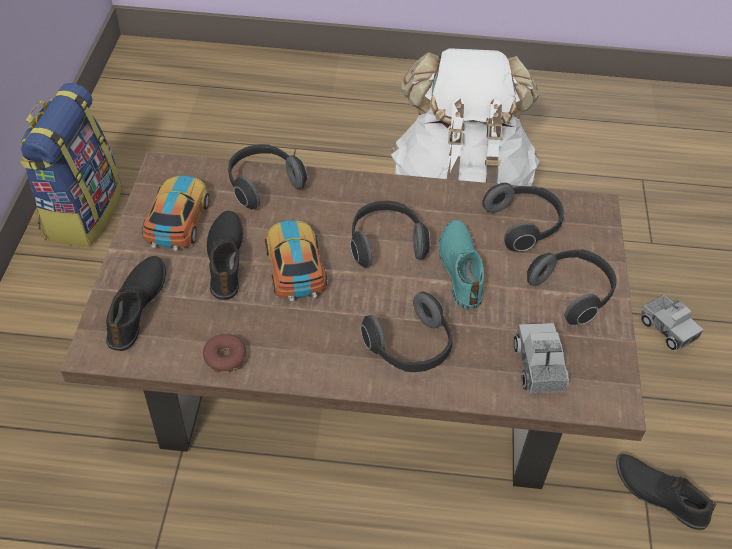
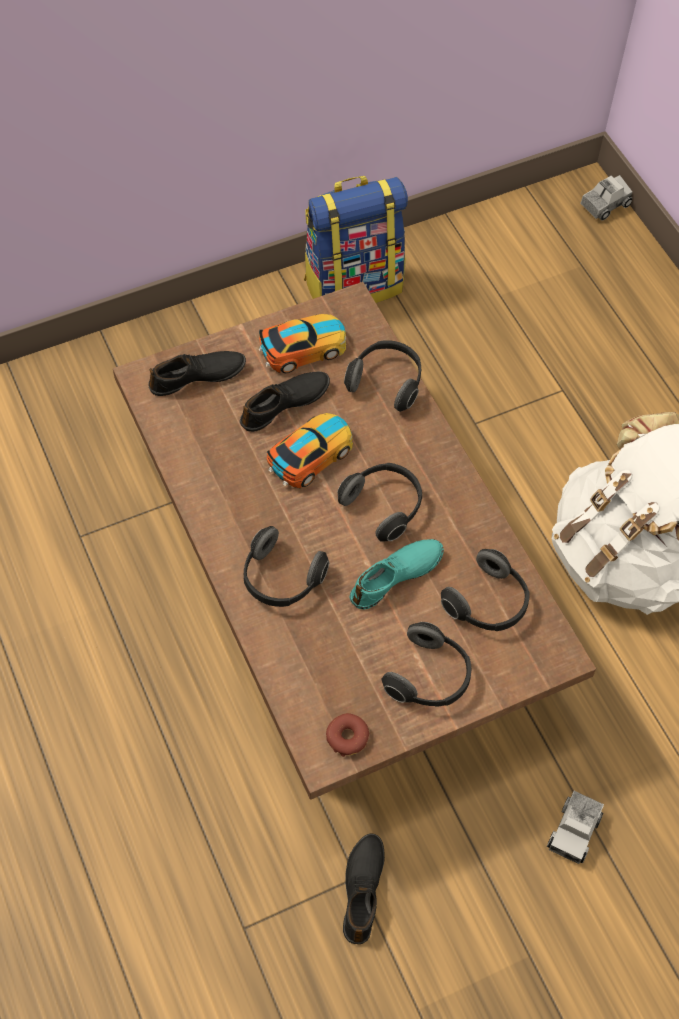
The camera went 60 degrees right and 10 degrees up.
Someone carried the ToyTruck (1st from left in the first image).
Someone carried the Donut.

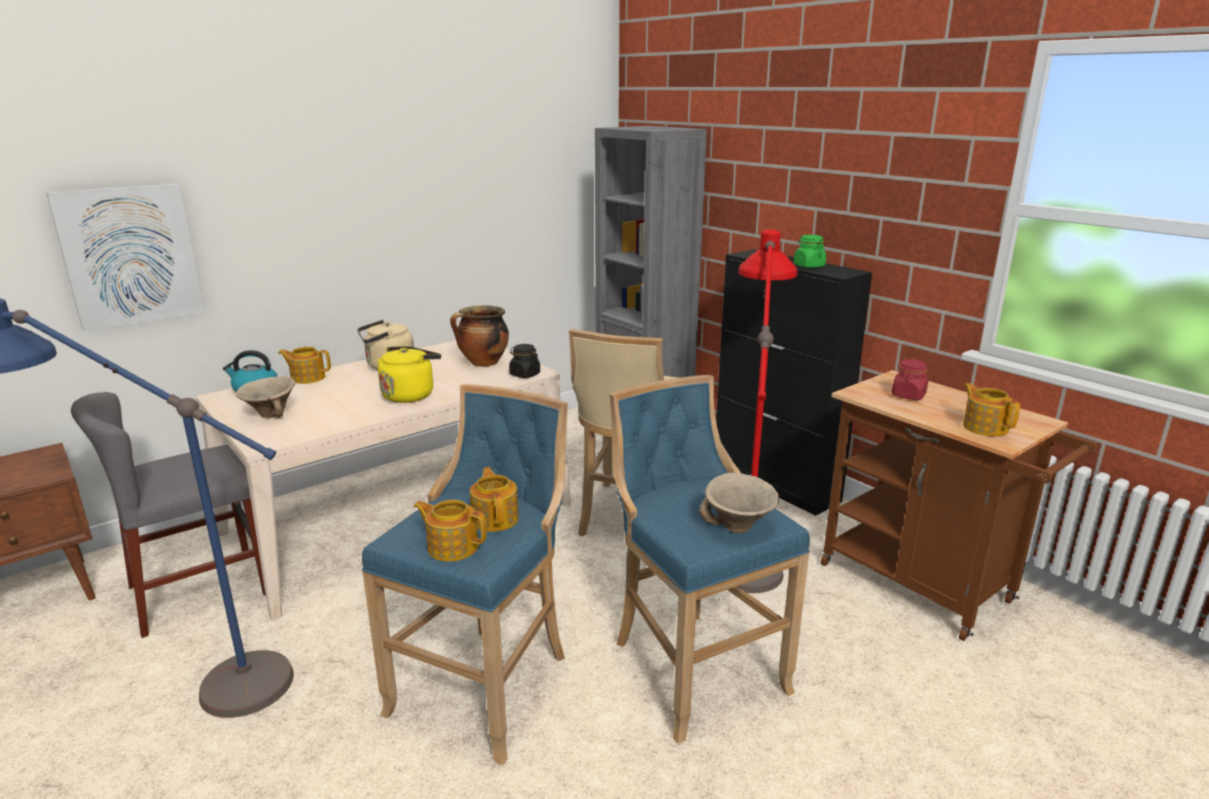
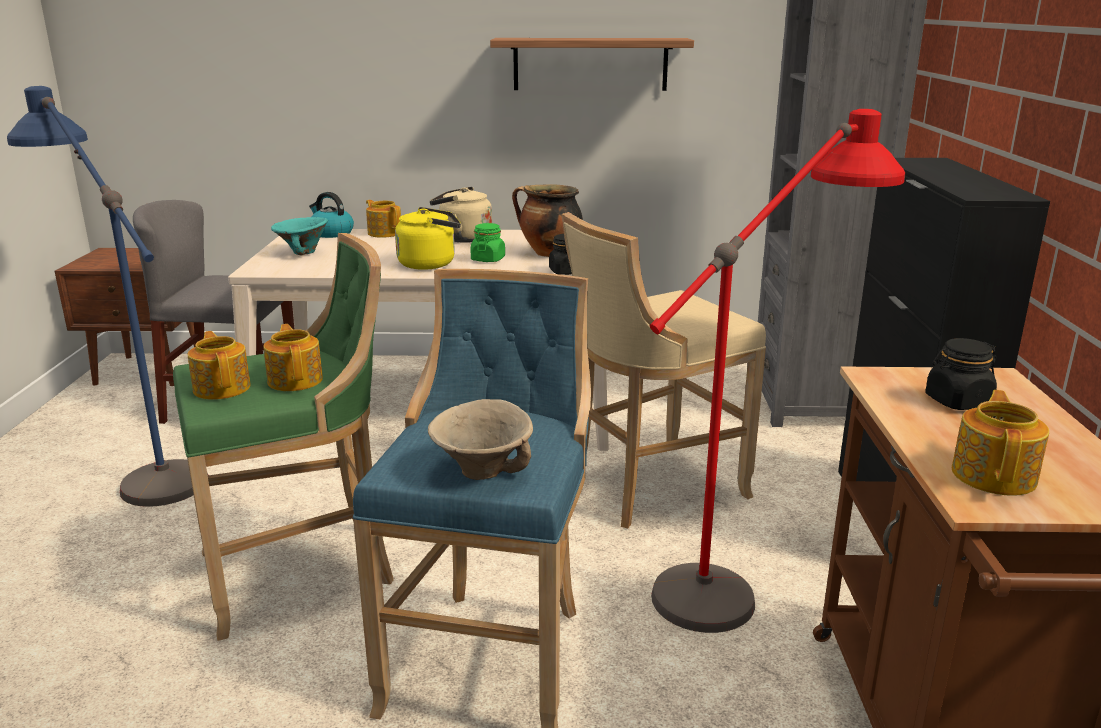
The camera went 40 degrees right and 0 degrees up.
Someone took away the Picture.
Someone carried the GreenJar.
Someone repainted the RedJar, which became the BlackJar (2nd from left).
Someone repainted the BeigeBowl (1st from left), which became the TurquoiseBowl.
Someone repainted the BlueStool (1st from left), which became the GreenStool.
Someone rotated the Teapot (3rd from left in the first image) by 45 degrees counterclockwise.
Someone put up the Shelf.

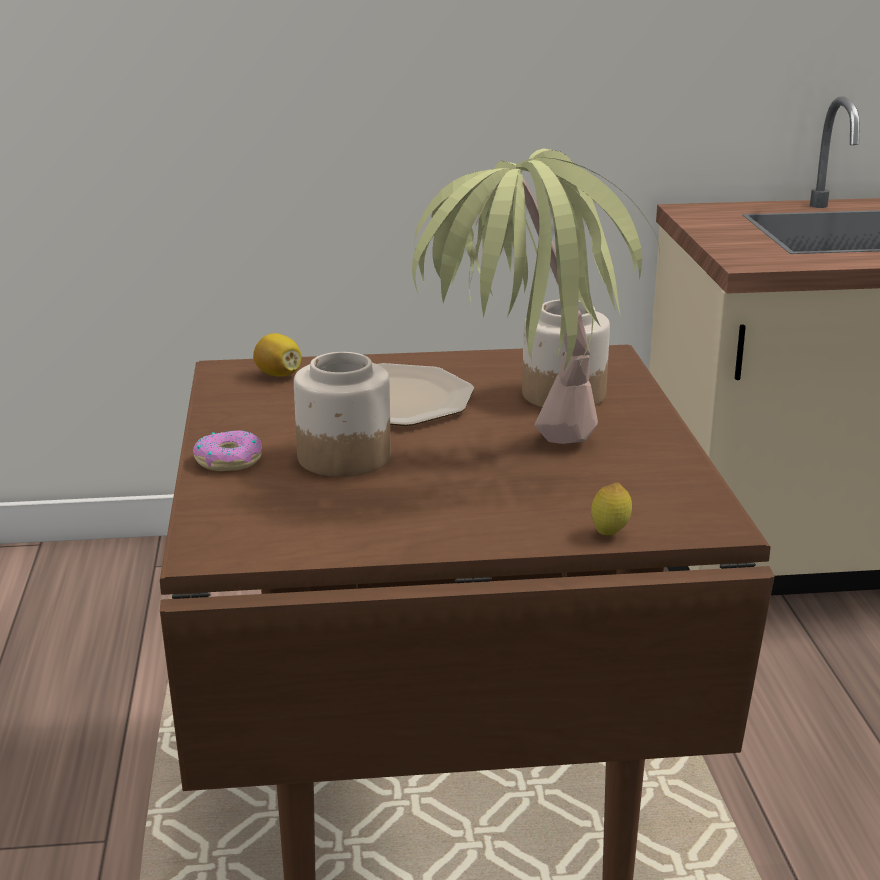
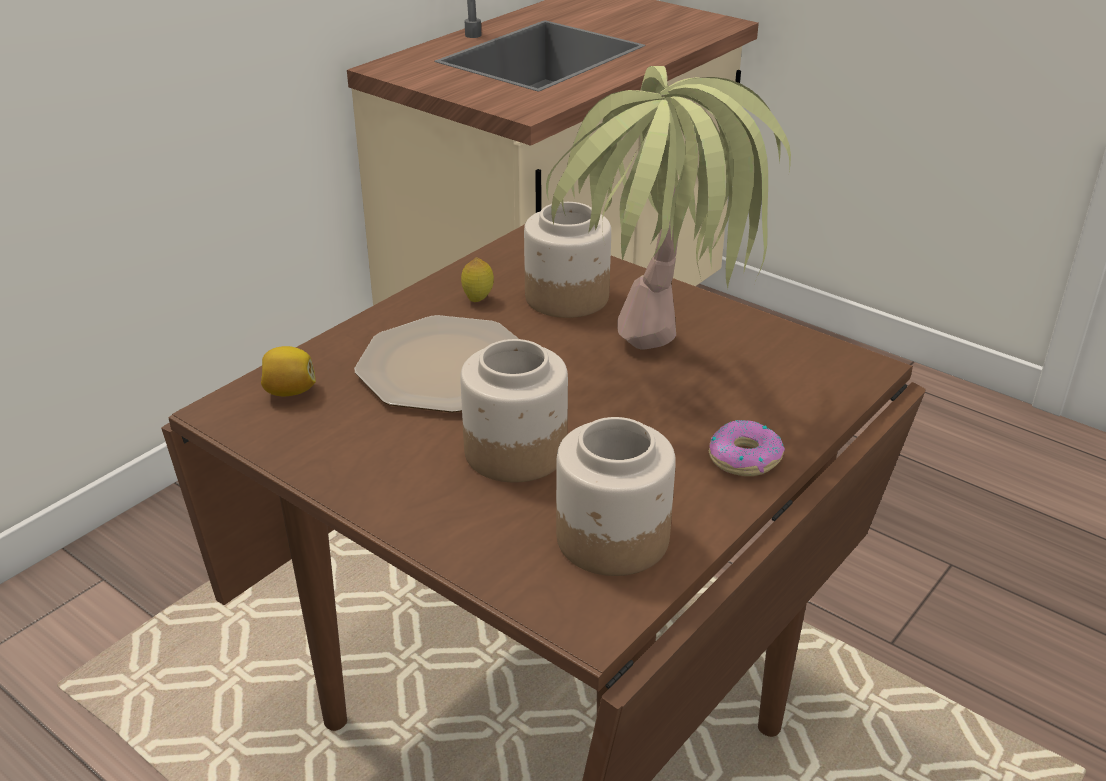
The camera went 45 degrees left and 10 degrees up.
Someone carried the Donut.
Someone carried the Lemon (2nd from left).
Someone put down the Jar (3rd from left).

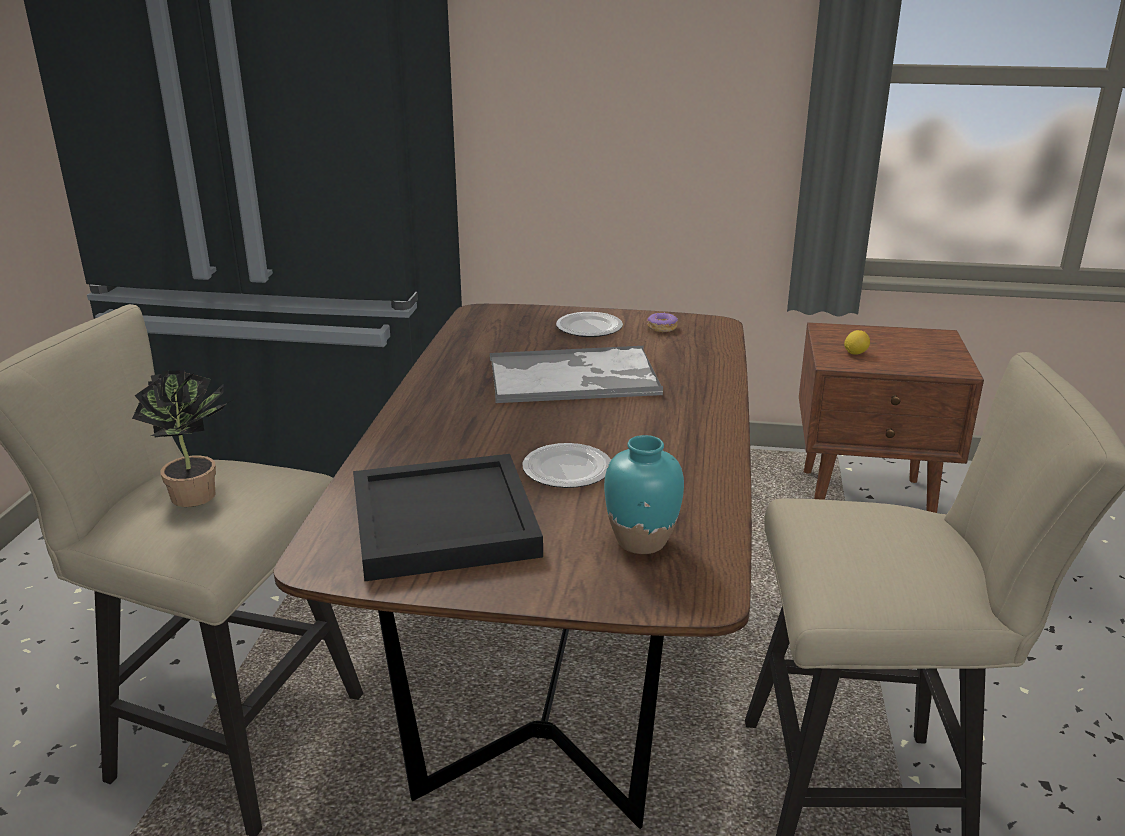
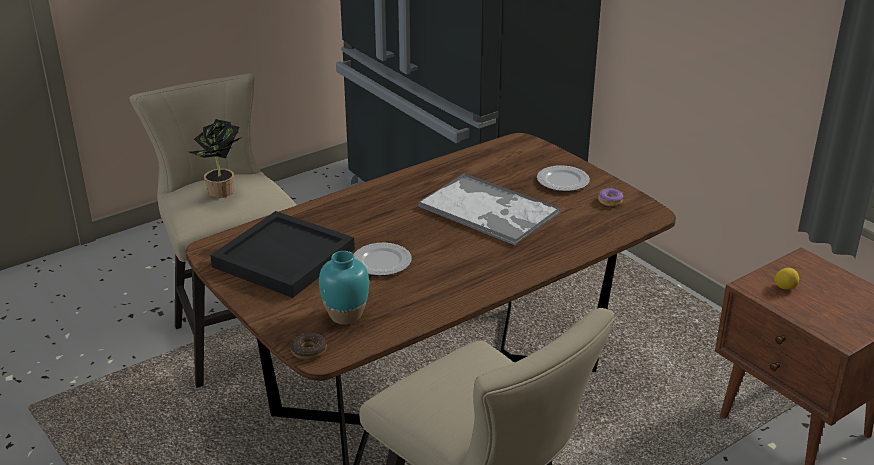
The camera went 45 degrees right and 5 degrees up.
Someone put down the Donut (1st from left).

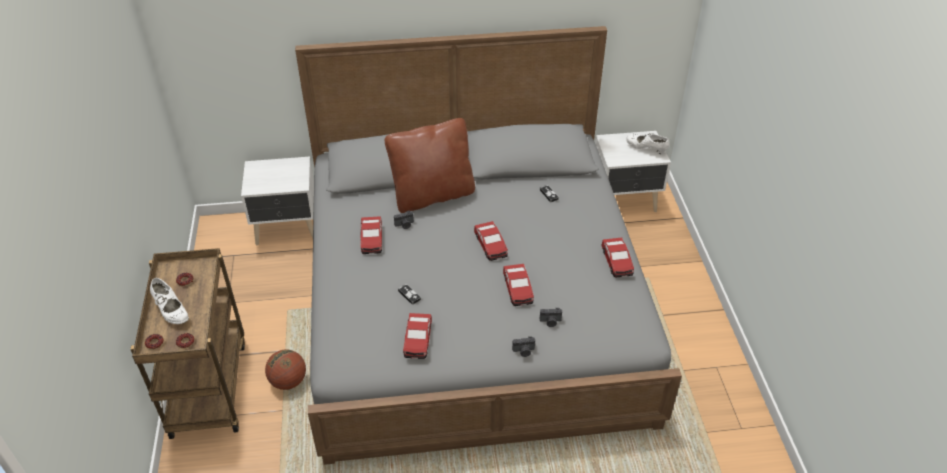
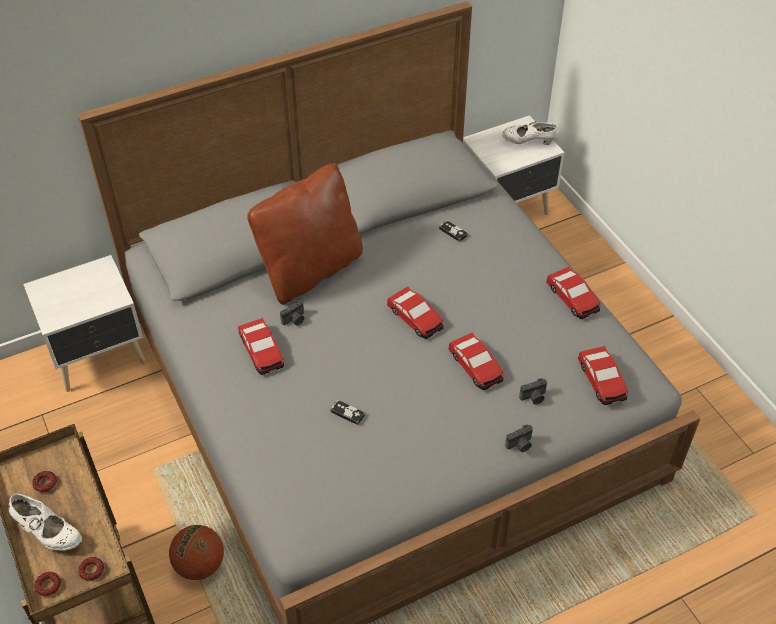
The camera went 20 degrees left and 5 degrees up.
Someone carried the ToyCar (2nd from left in the first image).

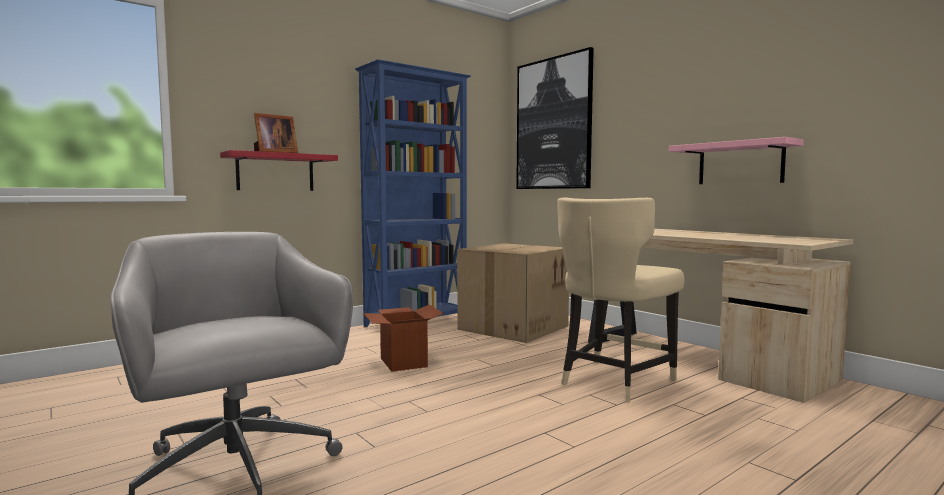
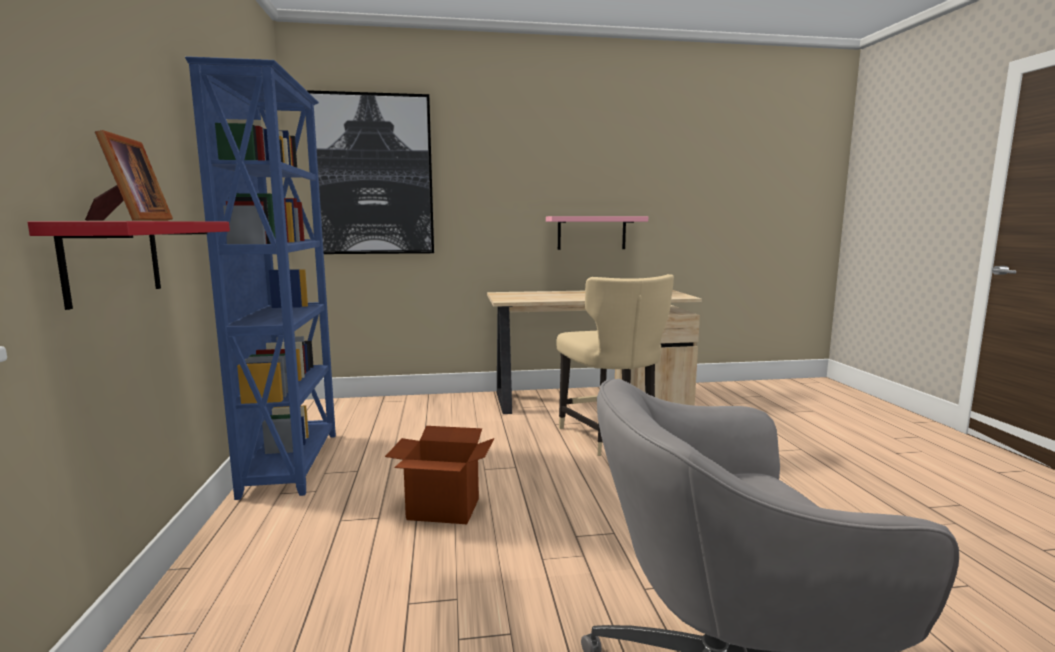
The camera went 60 degrees left and 5 degrees up.
Someone took away the CardboardBox (2nd from left).

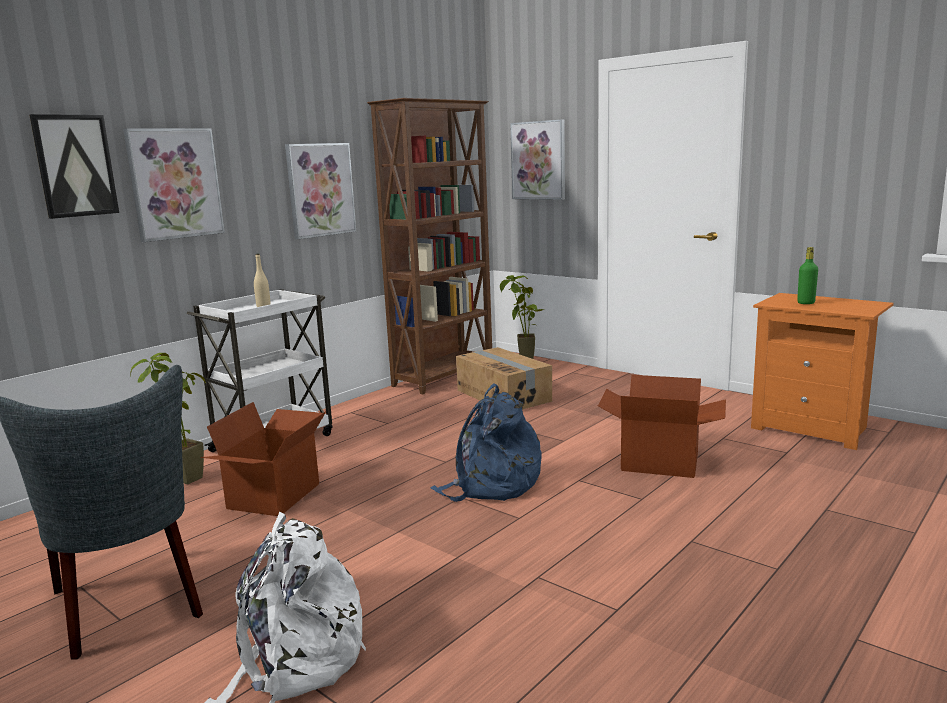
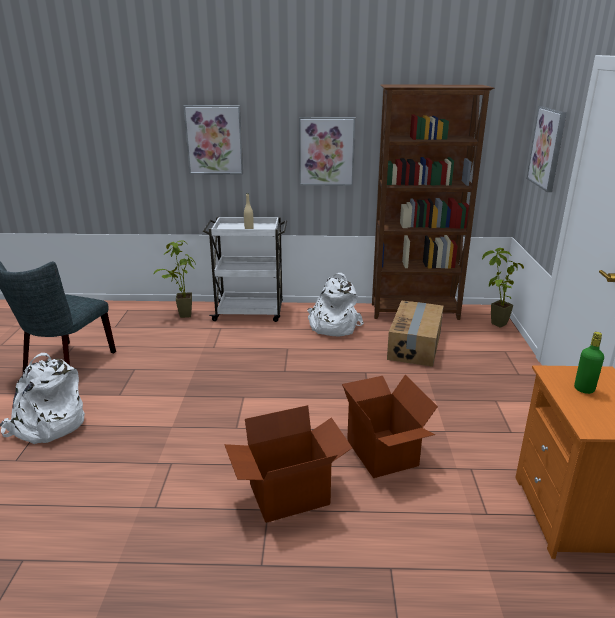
The camera went 50 degrees right and 10 degrees up.
Someone took away the Picture (1st from left).
Someone took away the BlueBackpack.
Someone carried the CardboardBox (1st from left).
Someone put down the WhiteBackpack (2nd from left).

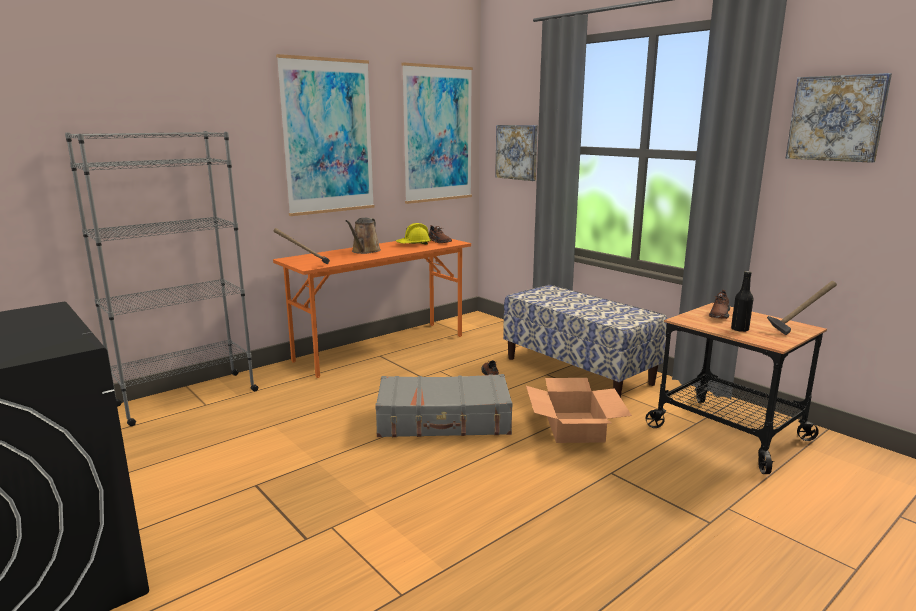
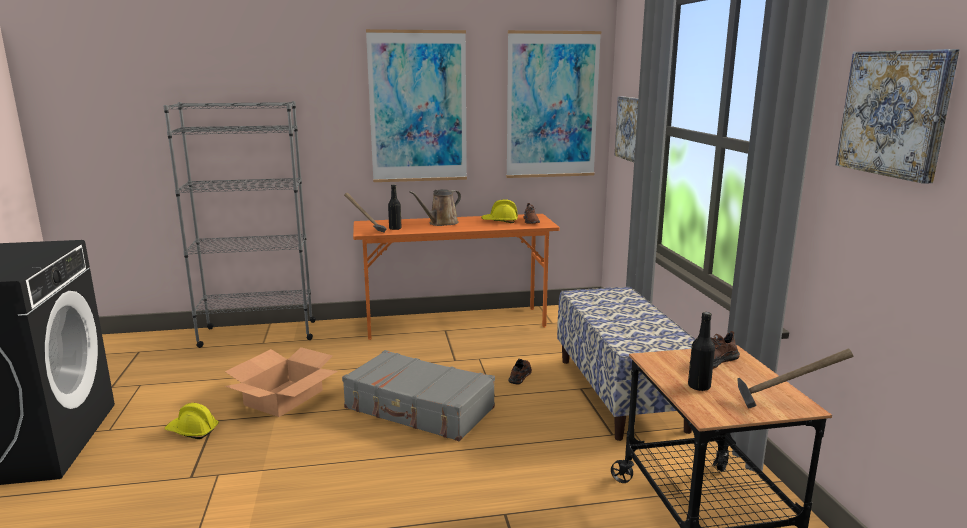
The camera went 30 degrees right and 0 degrees up.
Someone carried the CardboardBox.
Someone put down the BlackBottle (1st from left).
Someone put down the YellowHardHat (1st from left).

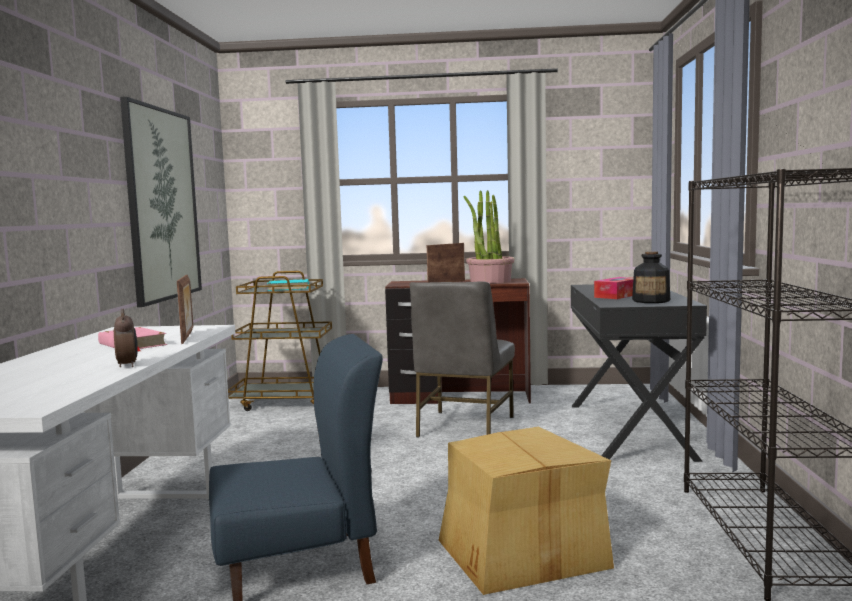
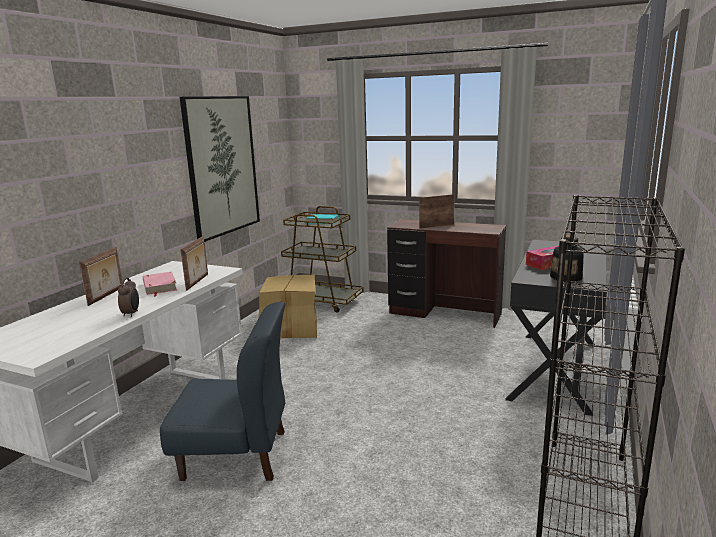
The camera went 20 degrees right and 10 degrees up.
Someone took away the PottedPlant.
Someone took away the GreyChair.
Someone carried the CardboardBox.
Someone put down the PictureFrame (1st from left).

